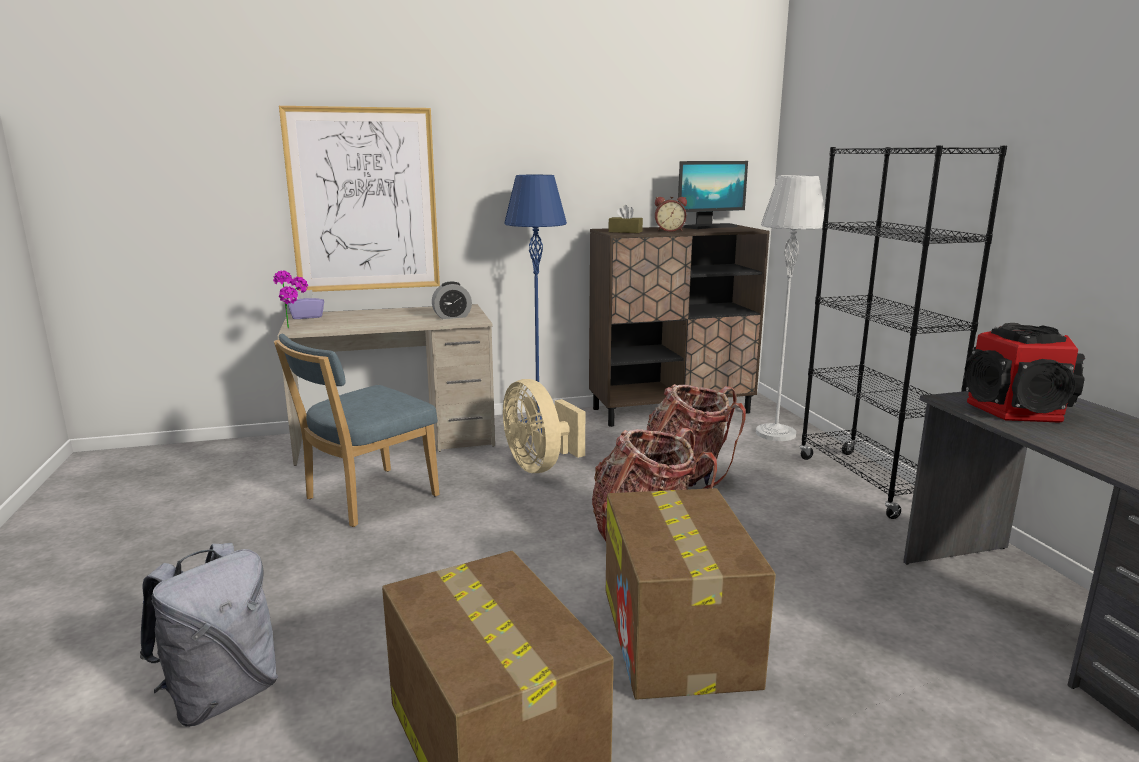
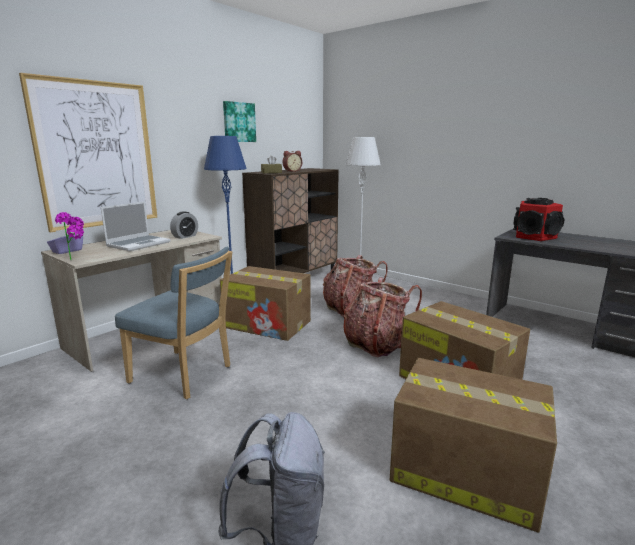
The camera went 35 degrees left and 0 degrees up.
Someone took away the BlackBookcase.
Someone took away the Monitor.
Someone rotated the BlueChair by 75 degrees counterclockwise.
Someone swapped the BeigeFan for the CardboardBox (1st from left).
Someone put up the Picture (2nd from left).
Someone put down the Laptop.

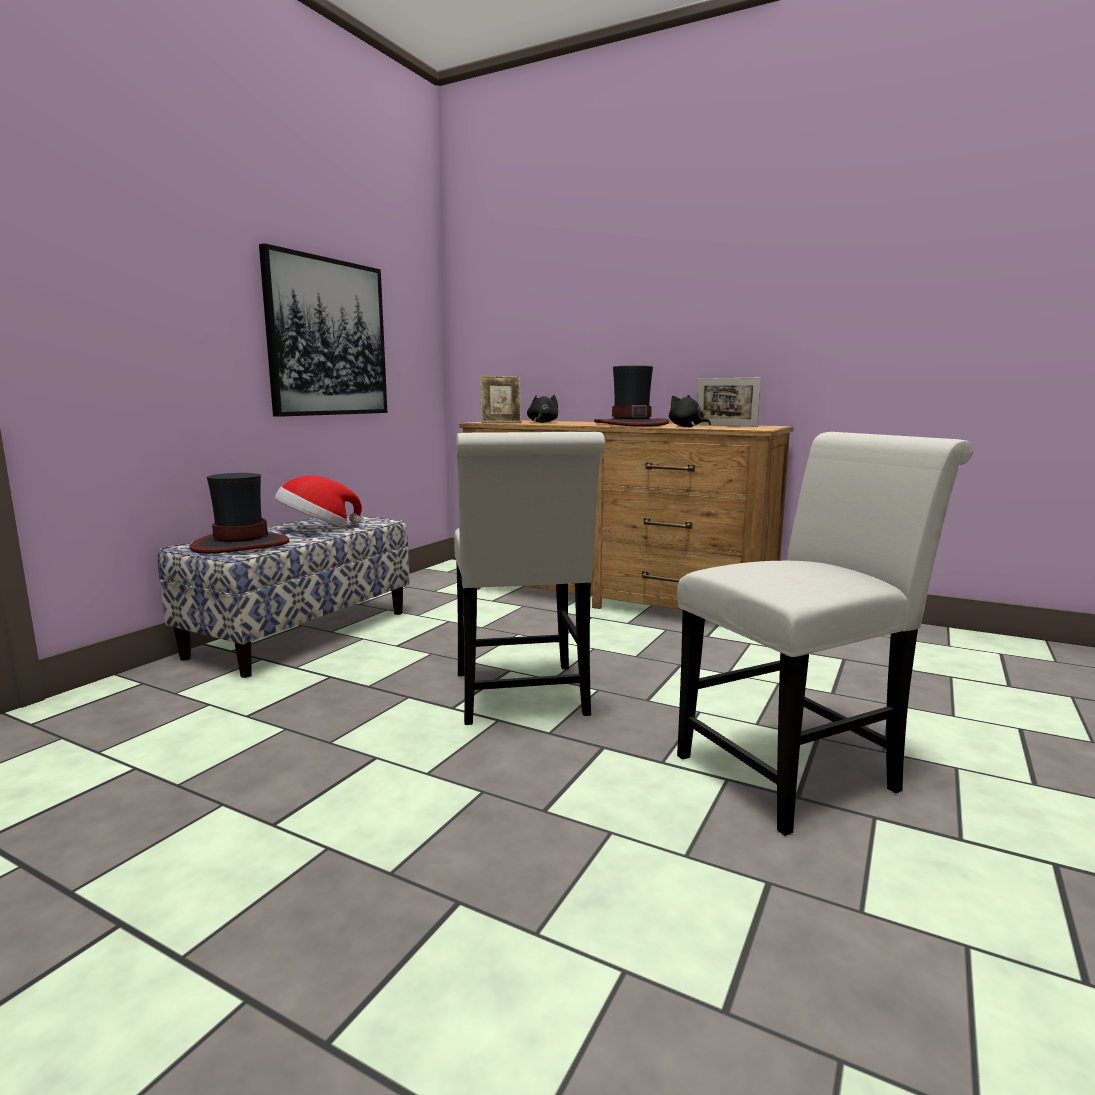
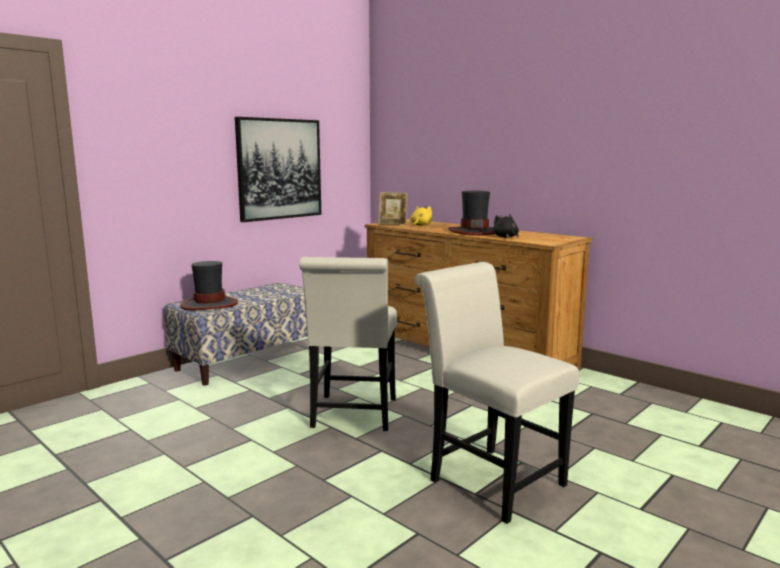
The camera went 15 degrees right and 0 degrees up.
Someone took away the PictureFrame (2nd from left).
Someone repainted the BlackPlushToy (1st from left), which became the YellowPlushToy.
Someone rotated the WhiteChair (2nd from left) by 120 degrees counterclockwise.
Someone took away the Hat (2nd from left).

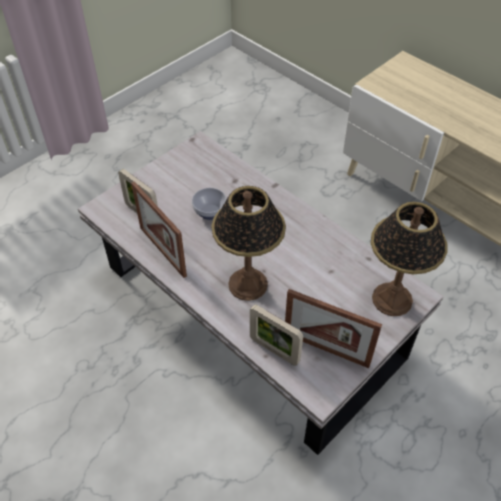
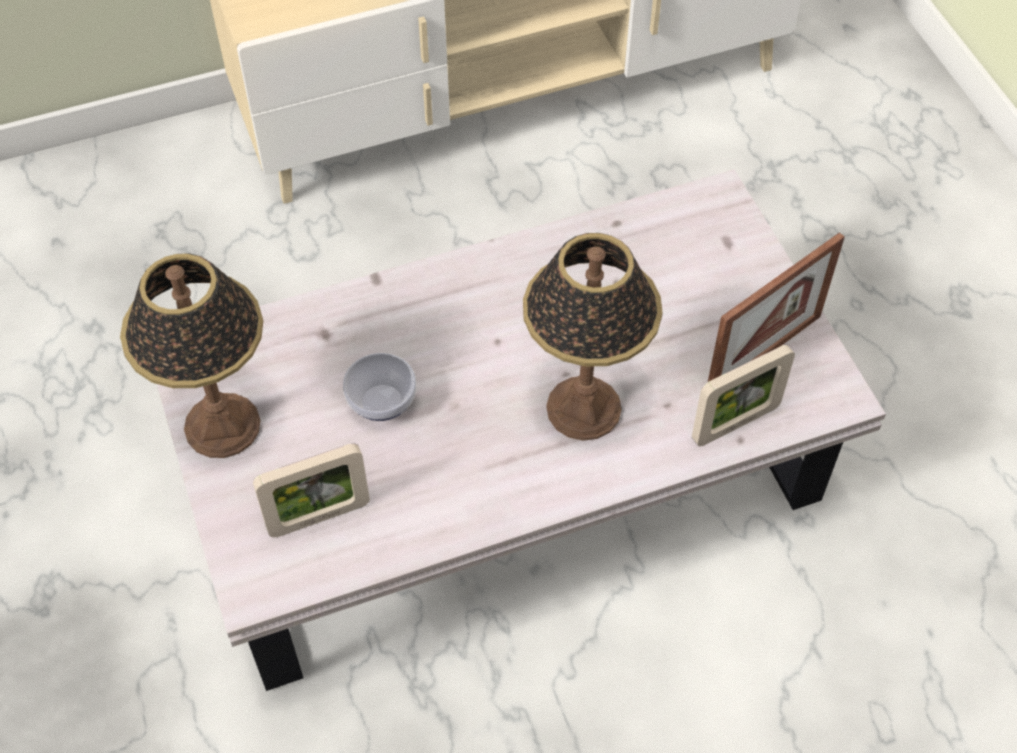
The camera went 65 degrees left and 5 degrees up.
Someone took away the PictureFrame (2nd from left).
Someone carried the TableLamp (2nd from left in the first image).

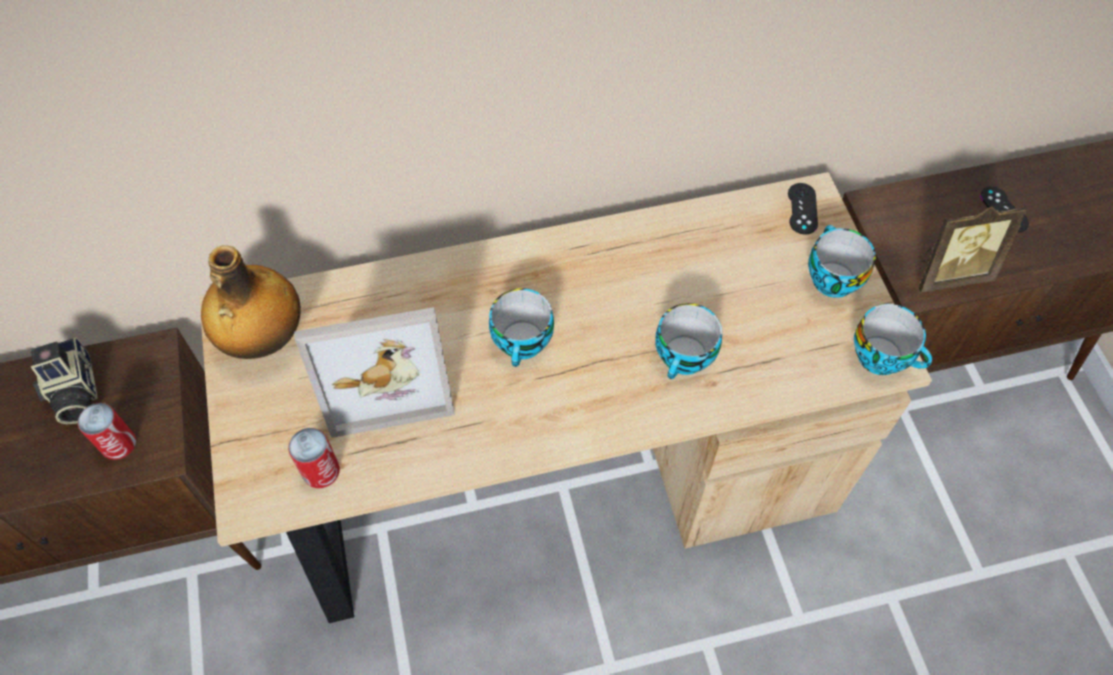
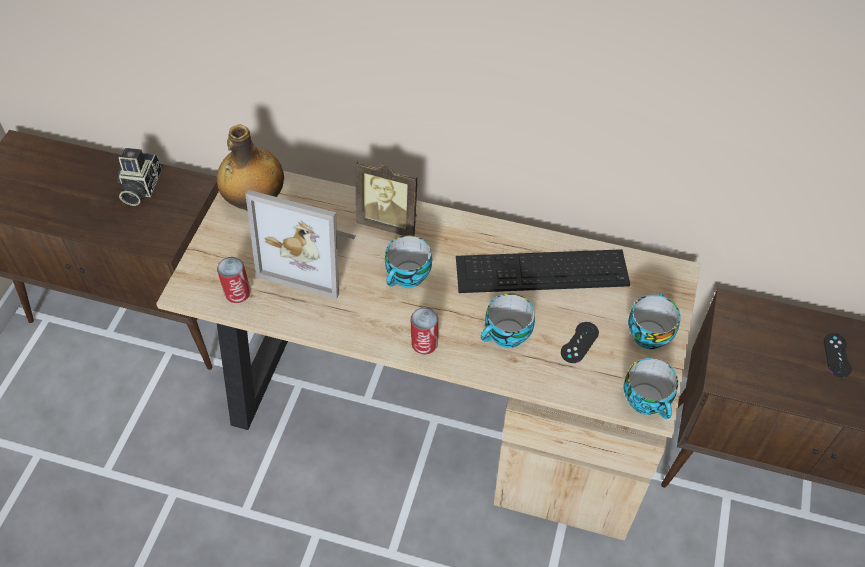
The camera went 30 degrees right and 5 degrees down.
Someone carried the BlackGameController (1st from left).
Someone carried the PictureFrame (2nd from left).
Someone carried the Can (1st from left in the first image).
Someone put down the Keyboard.

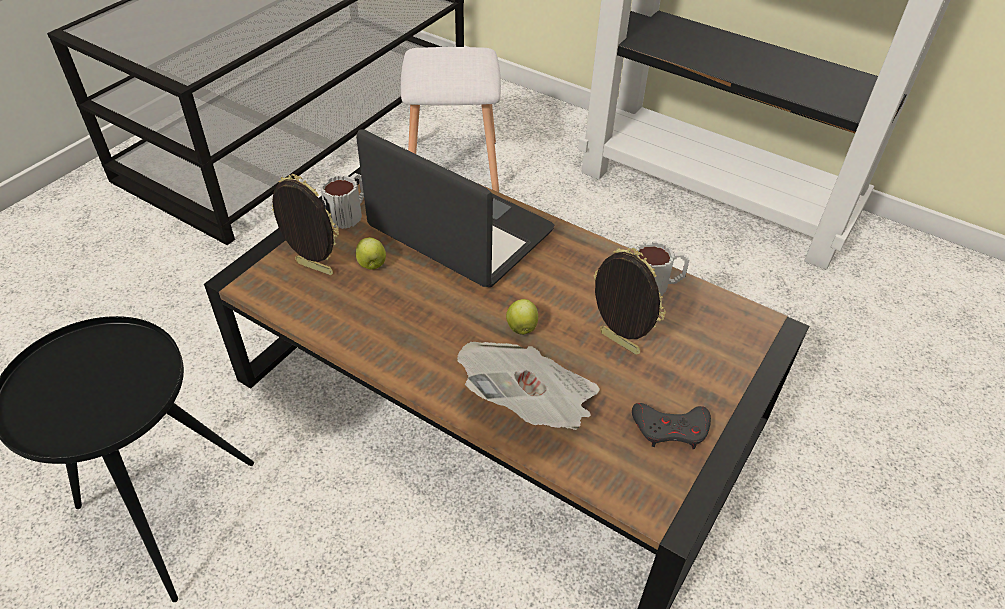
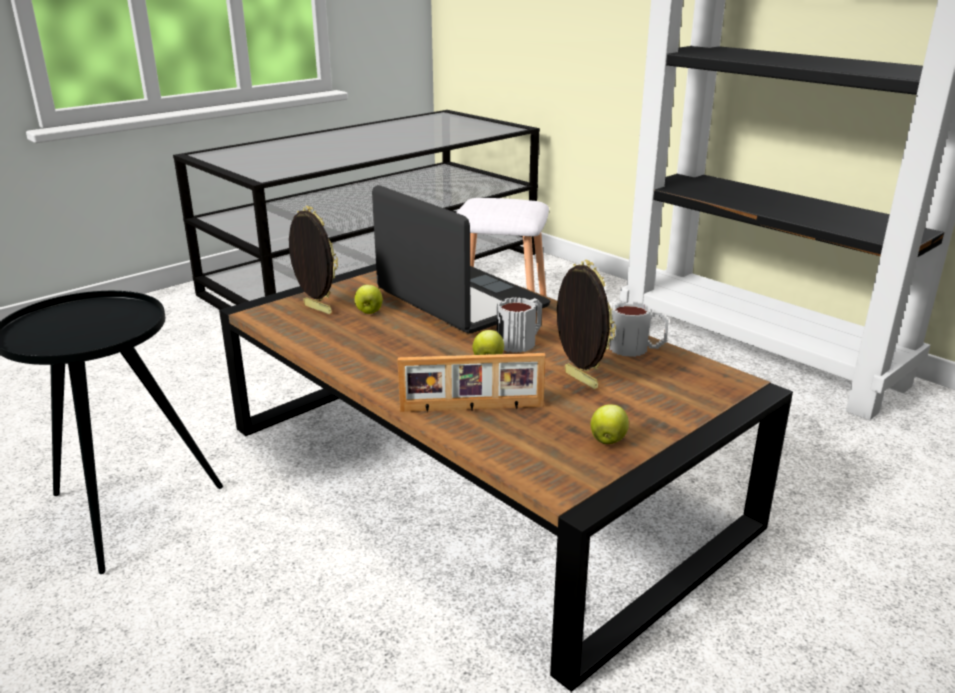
The camera went 15 degrees right and 20 degrees down.
Someone carried the Mug (1st from left).
Someone swapped the Newspaper for the PictureFrame (2nd from left).
Someone swapped the GreyGameController for the Apple (3rd from left).

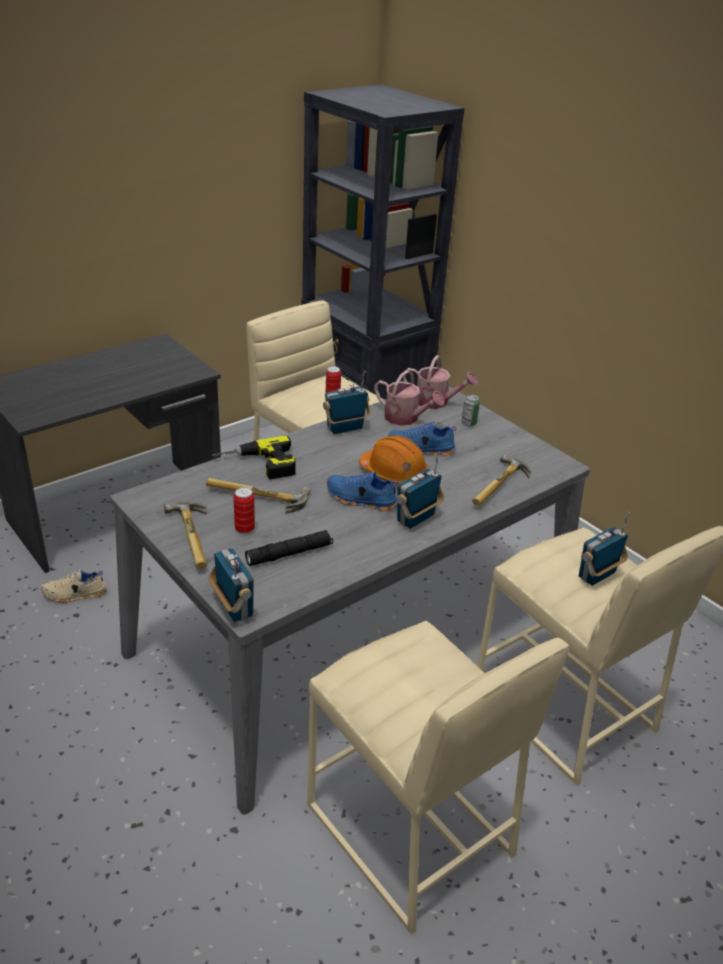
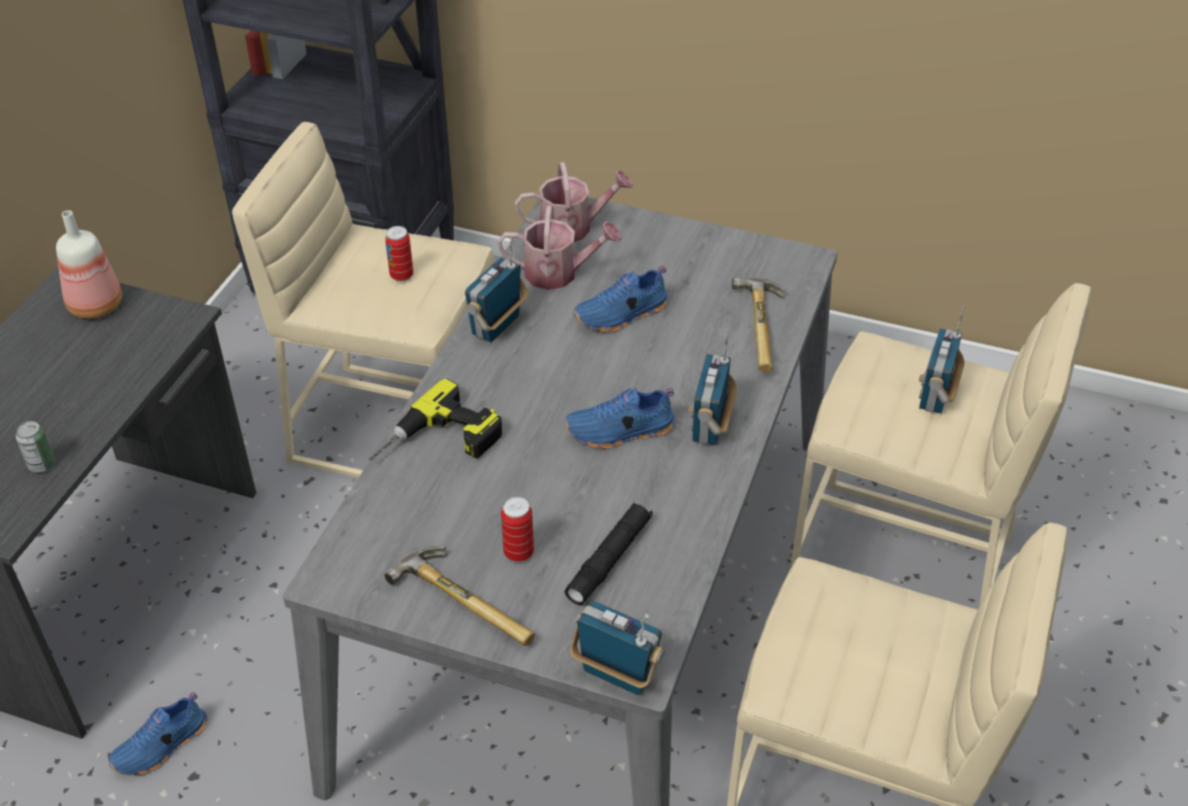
The camera went 30 degrees left and 10 degrees up.
Someone carried the Can (3rd from left in the first image).
Someone took away the OrangeHardHat.
Someone took away the Hammer (2nd from left).
Someone repainted the BeigeShoe, which became the BlueShoe (1st from left).
Someone put down the Bottle.

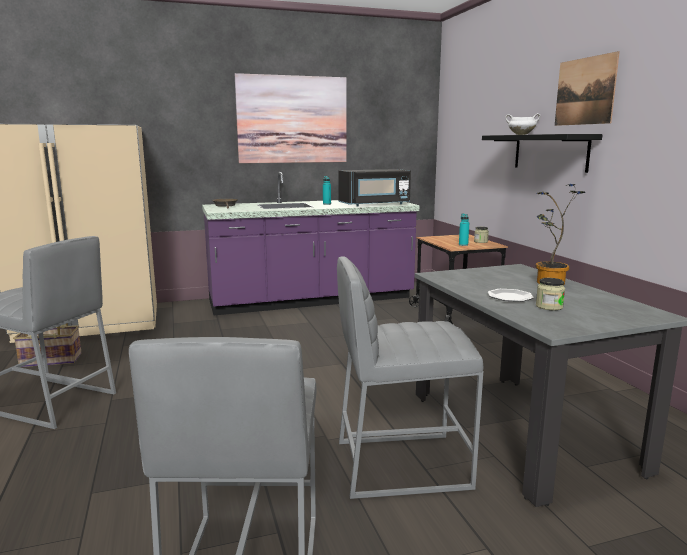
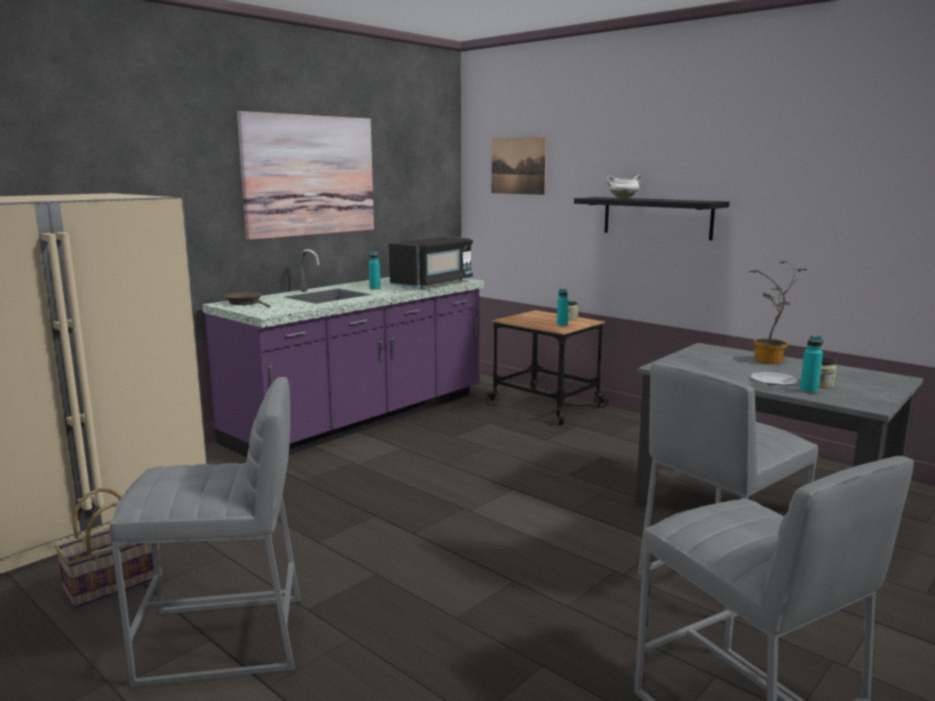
The camera went 30 degrees left and 0 degrees up.
Someone carried the Picture (2nd from left).
Someone put down the TurquoiseBottle (3rd from left).

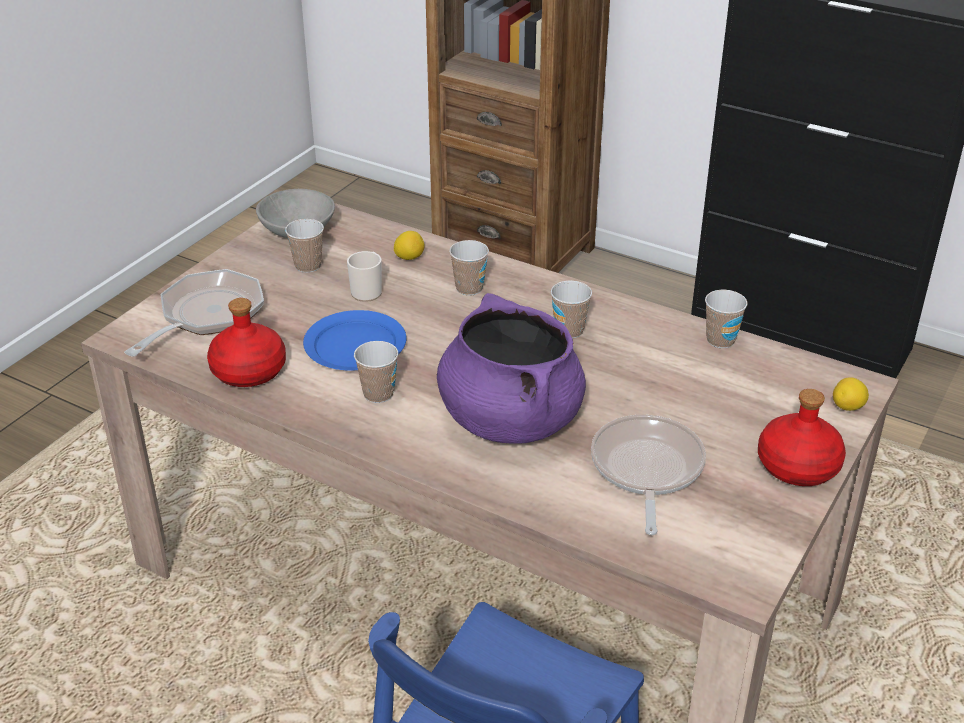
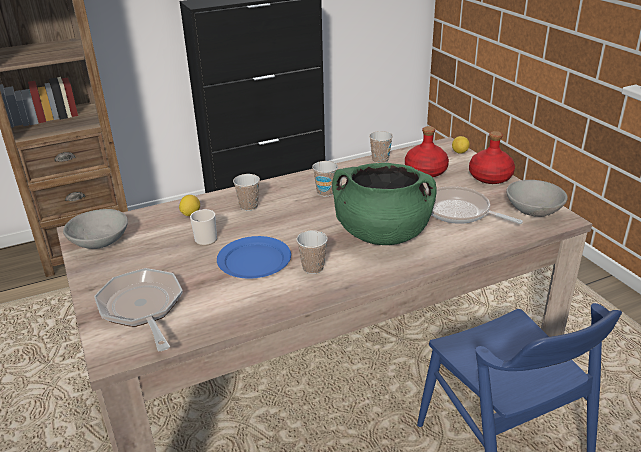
The camera went 55 degrees left and 5 degrees down.
Someone took away the Cup (1st from left).
Someone repainted the PurpleCookingPot, which became the GreenCookingPot.
Someone carried the RedBottle (1st from left).
Someone put down the GreyBowl (2nd from left).

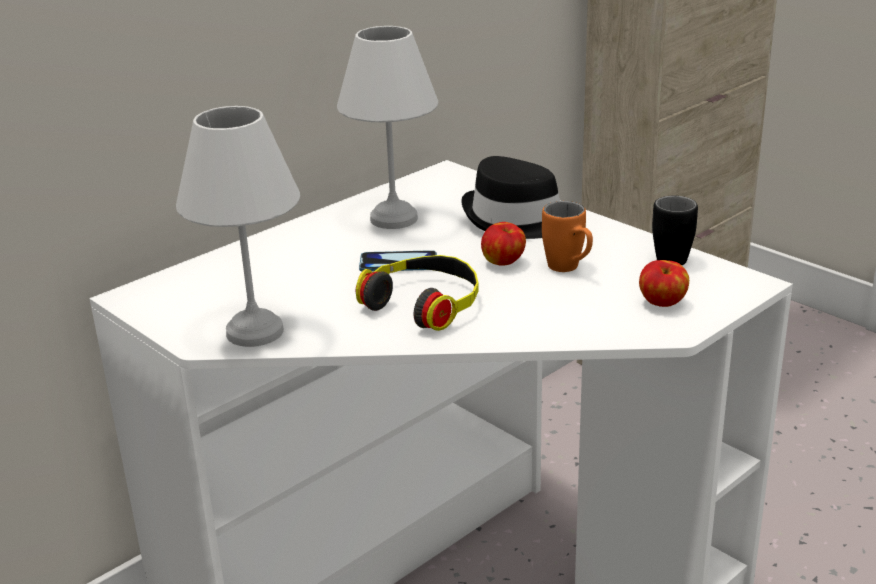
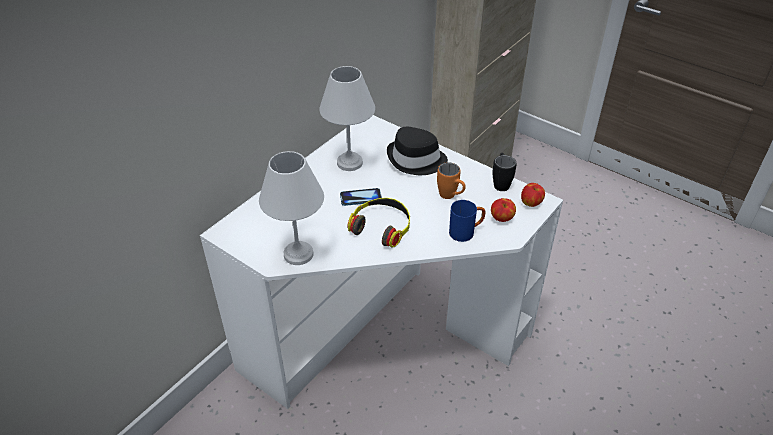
The camera went 10 degrees left and 15 degrees up.
Someone carried the Apple (1st from left in the first image).
Someone put down the BlueMug.

